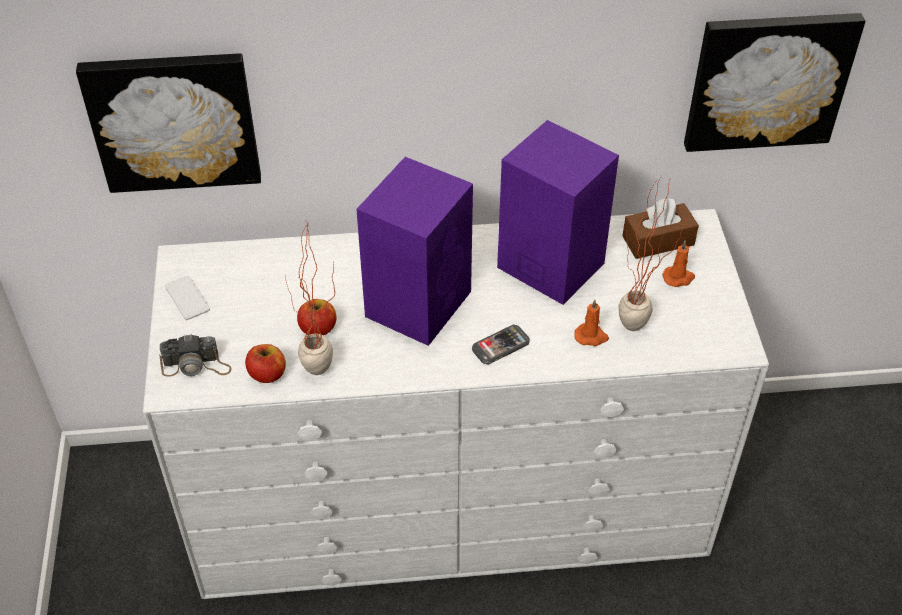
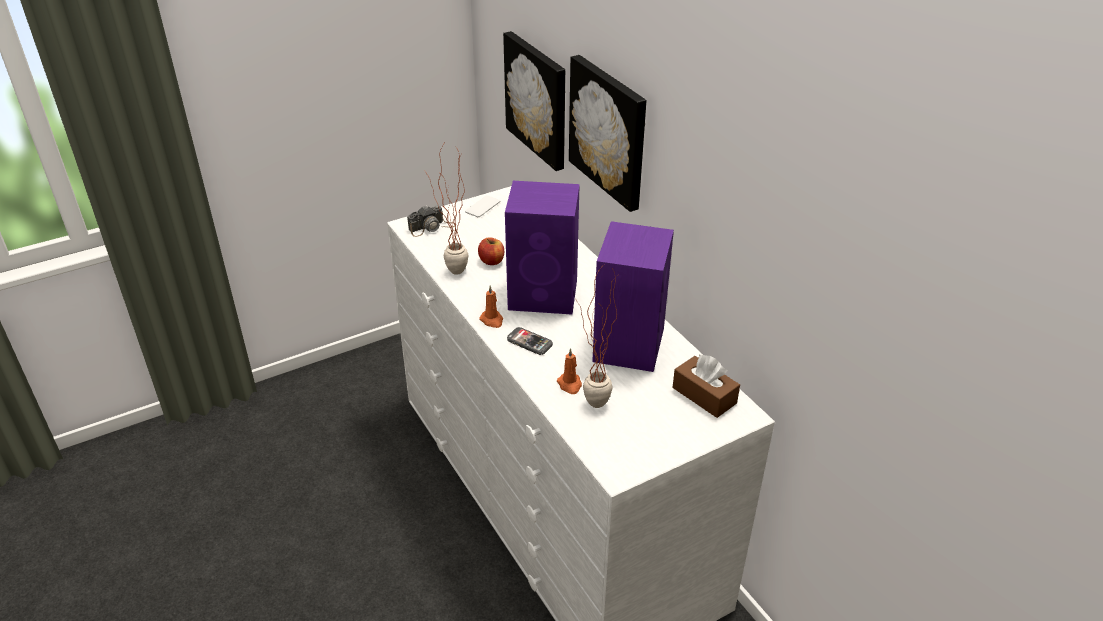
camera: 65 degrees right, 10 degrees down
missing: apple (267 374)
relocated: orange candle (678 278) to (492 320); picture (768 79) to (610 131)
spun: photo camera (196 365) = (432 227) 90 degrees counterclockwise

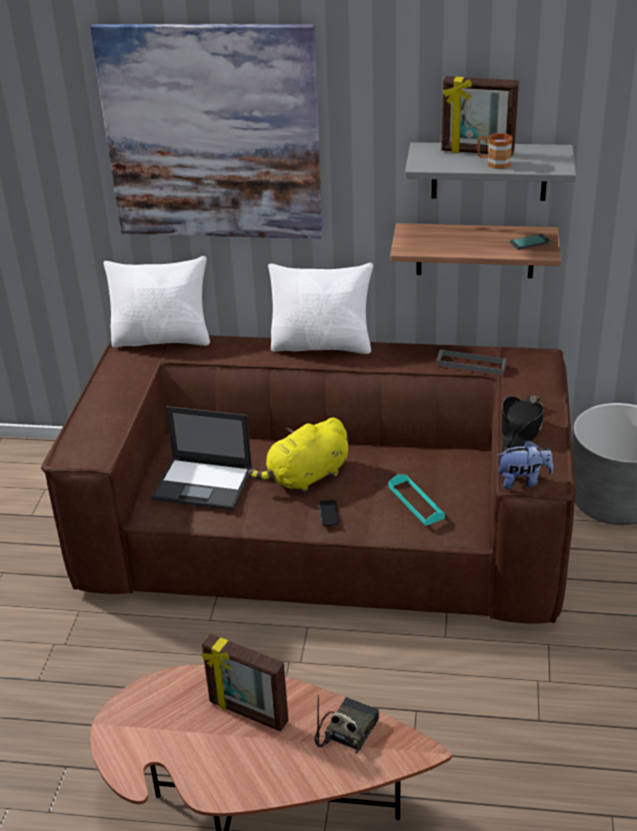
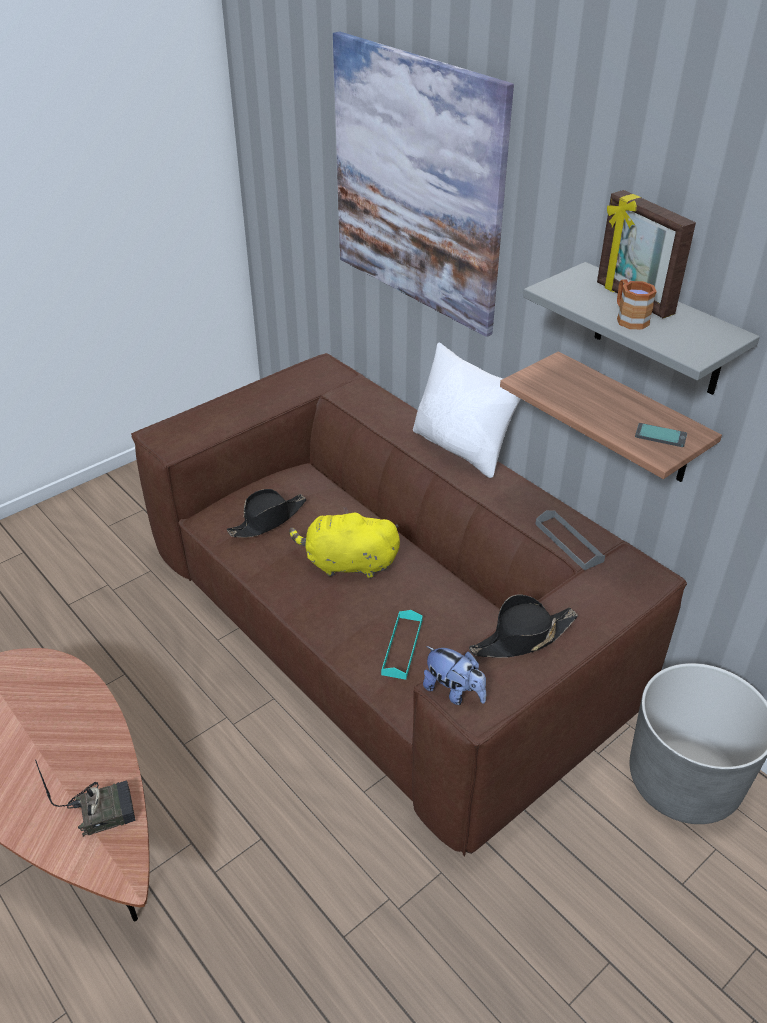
camera: 40 degrees right, 5 degrees up
missing: white pillow (163 339); picture frame (247 713); phone (329 513)
exchanged: laptop (204 484) to black hat (268 520)

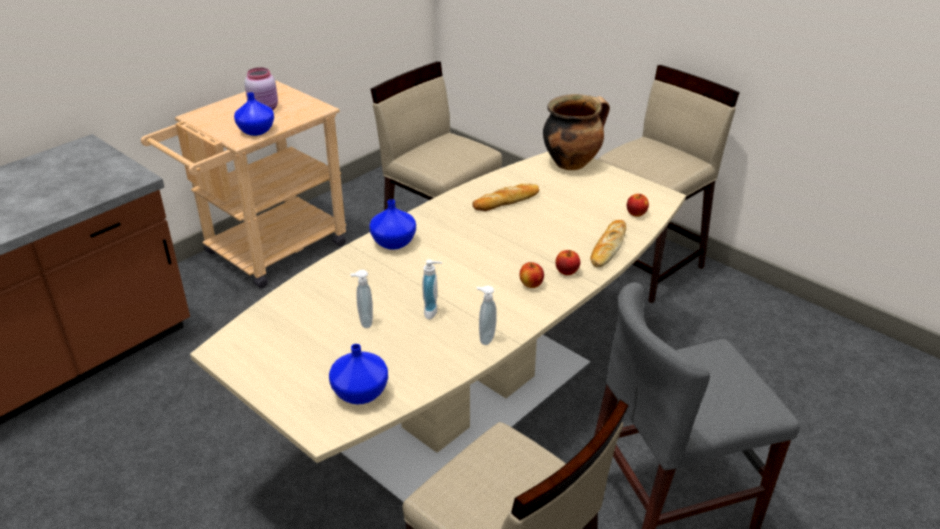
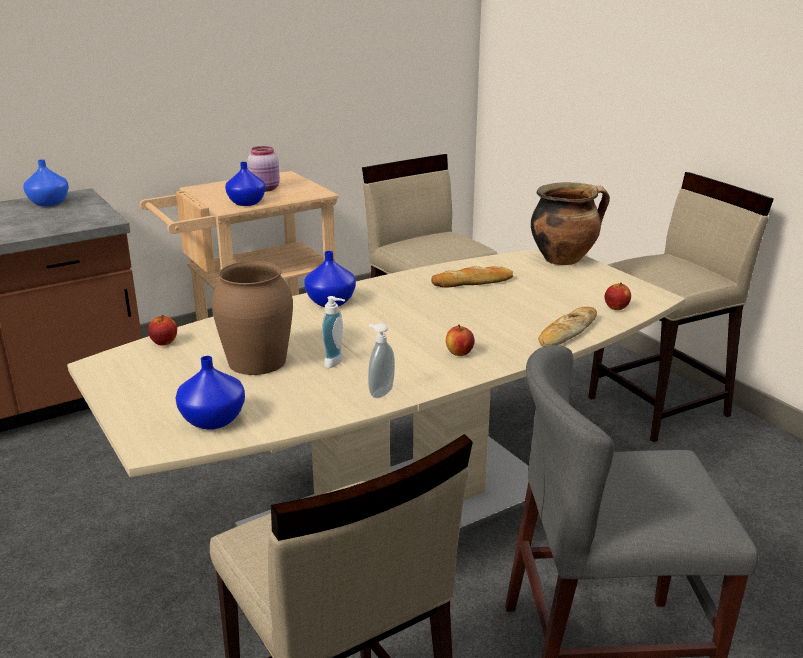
camera: 15 degrees right, 10 degrees down
appeared: blue vase (48 203)
relocated: apple (566 272) to (164 342)
exchanged: soap dispenser (364 322) to brown vase (257 361)

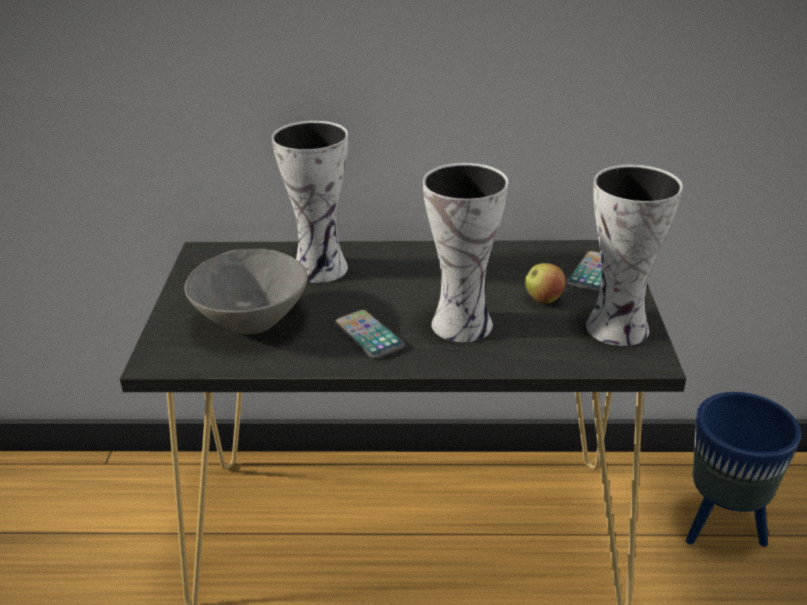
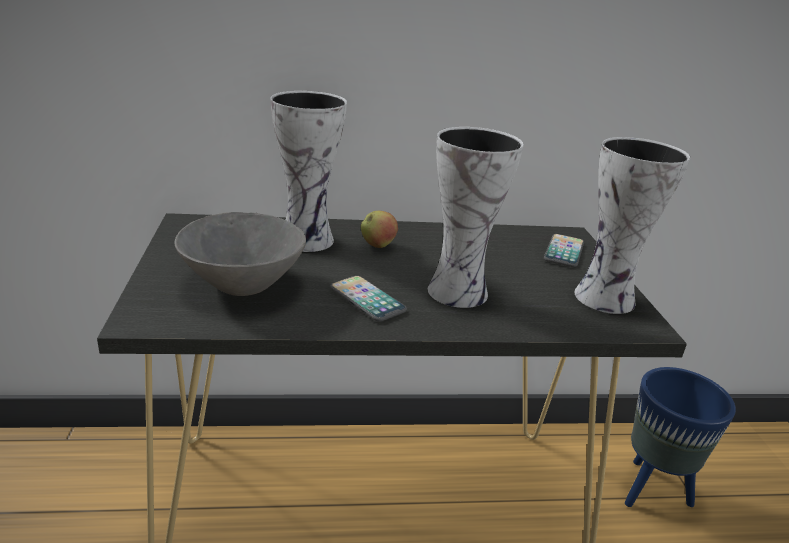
camera: 10 degrees left, 5 degrees down
relocated: apple (543 300) to (378 246)

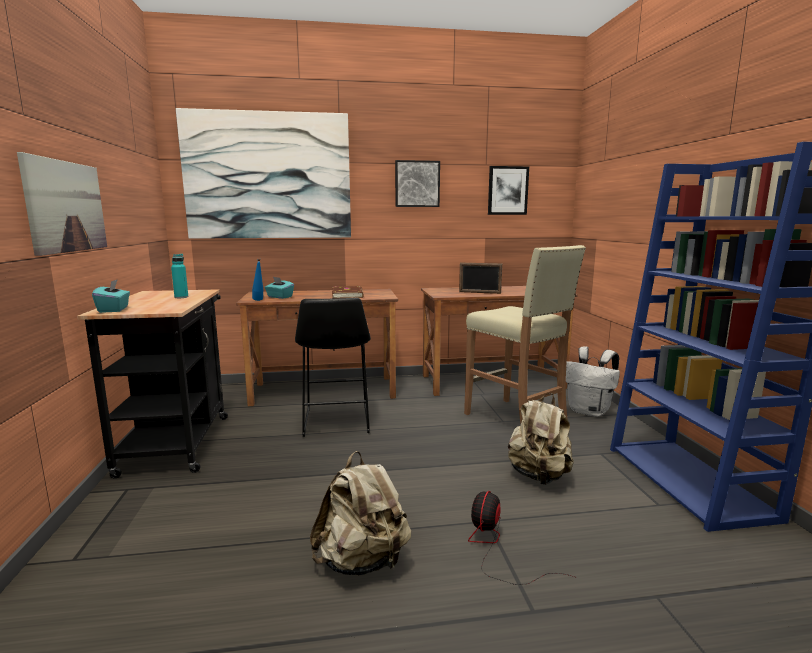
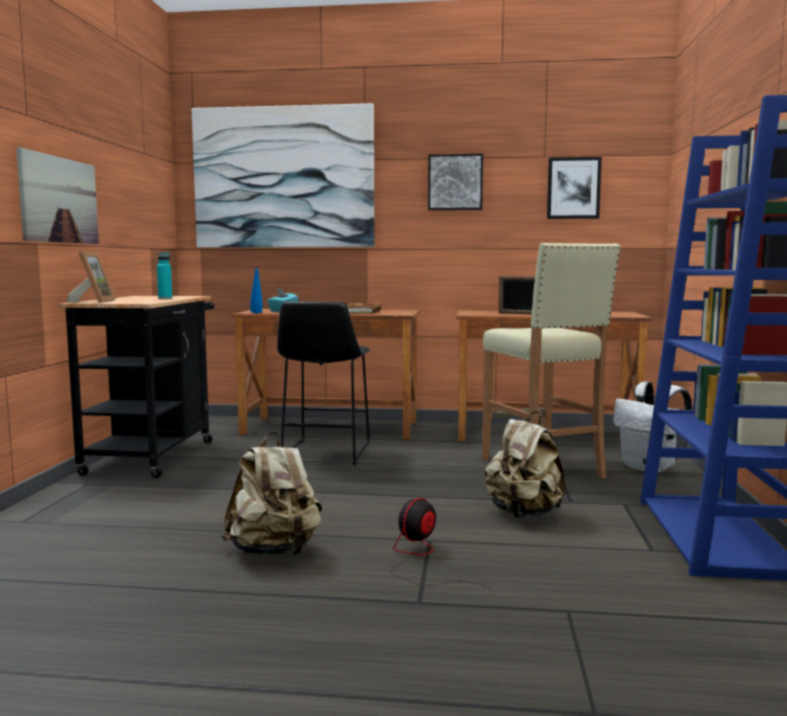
camera: 15 degrees right, 5 degrees down
exchanged: turquoise tissue box (114 309) to picture frame (93 301)

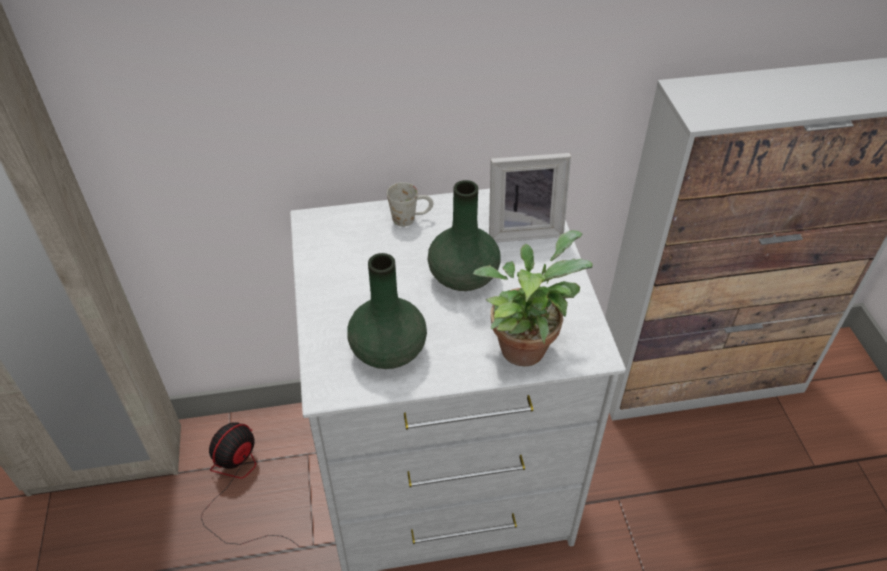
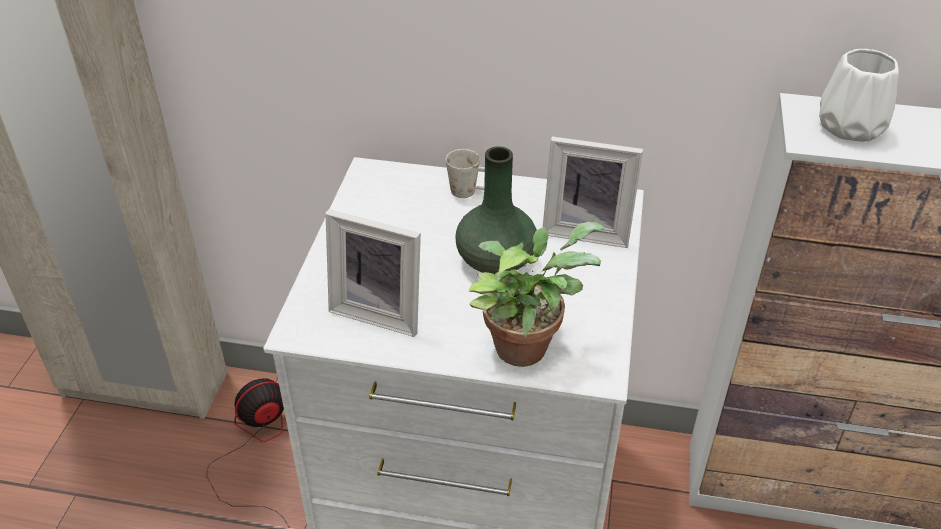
camera: 20 degrees right, 5 degrees down
appeared: white vase (851 127)
exchanged: green vase (389 349) to picture frame (380 311)

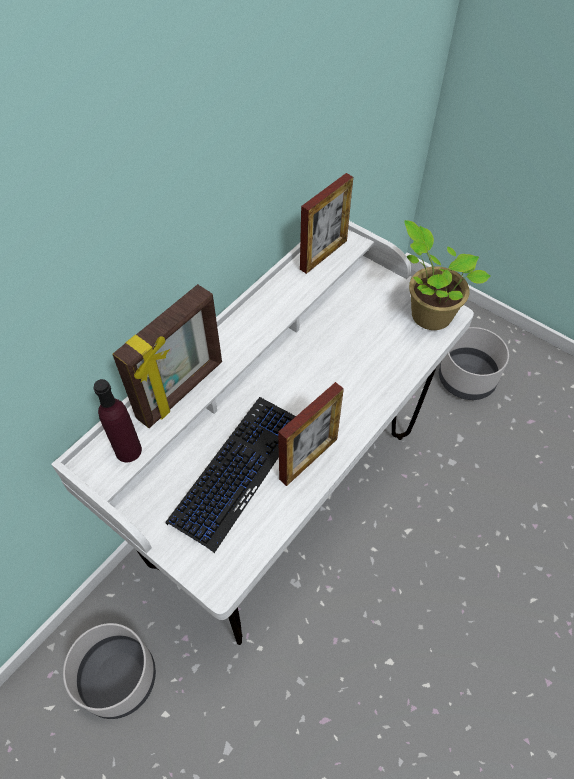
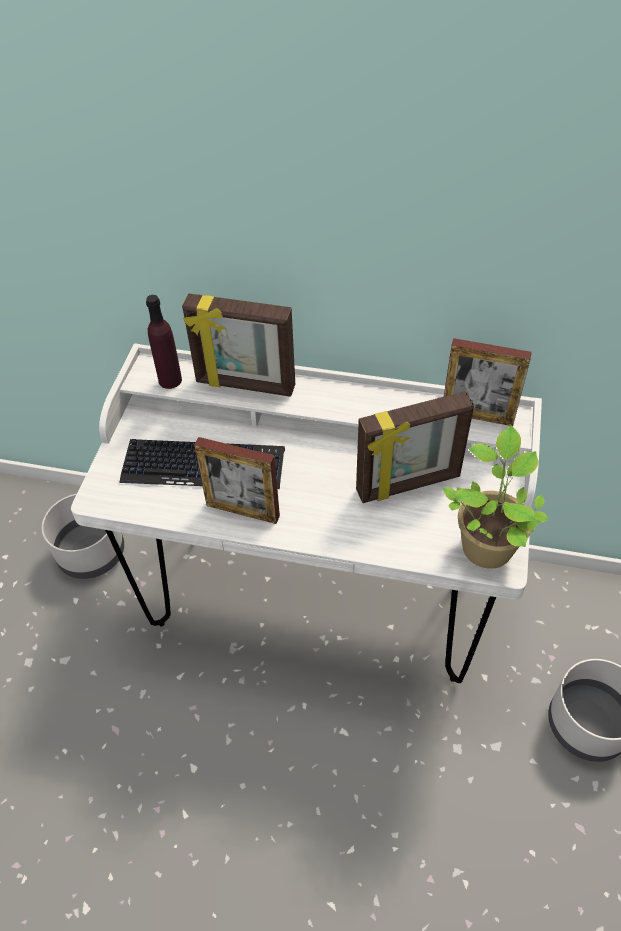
camera: 65 degrees right, 5 degrees down
appeared: picture frame (408 485)

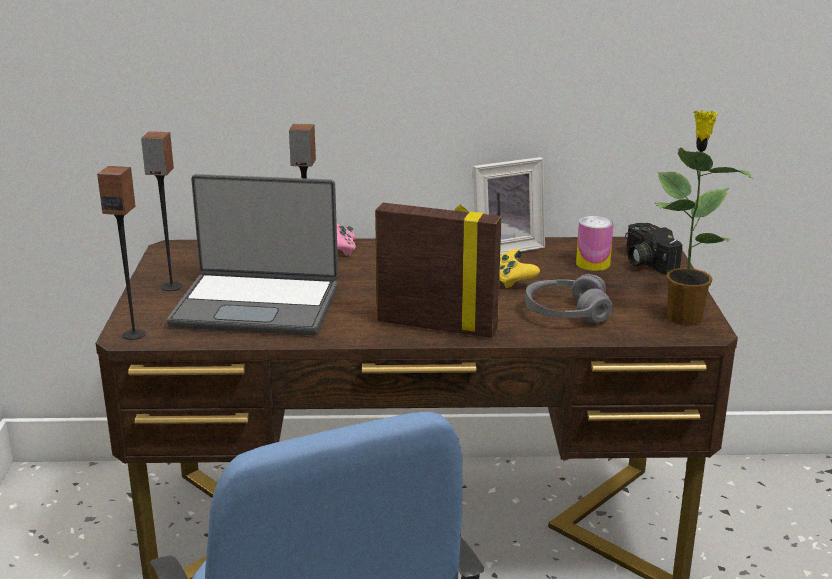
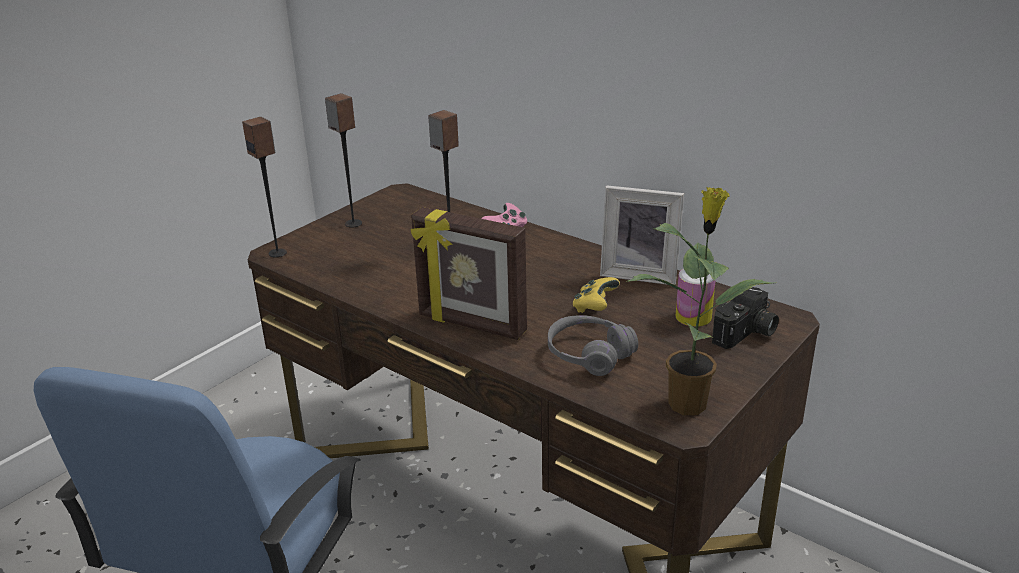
camera: 40 degrees right, 5 degrees up
missing: laptop (257 305)
spun: picture frame (437 325) = (471 325) 150 degrees clockwise; photo camera (645 262) = (746 334) 150 degrees counterclockwise

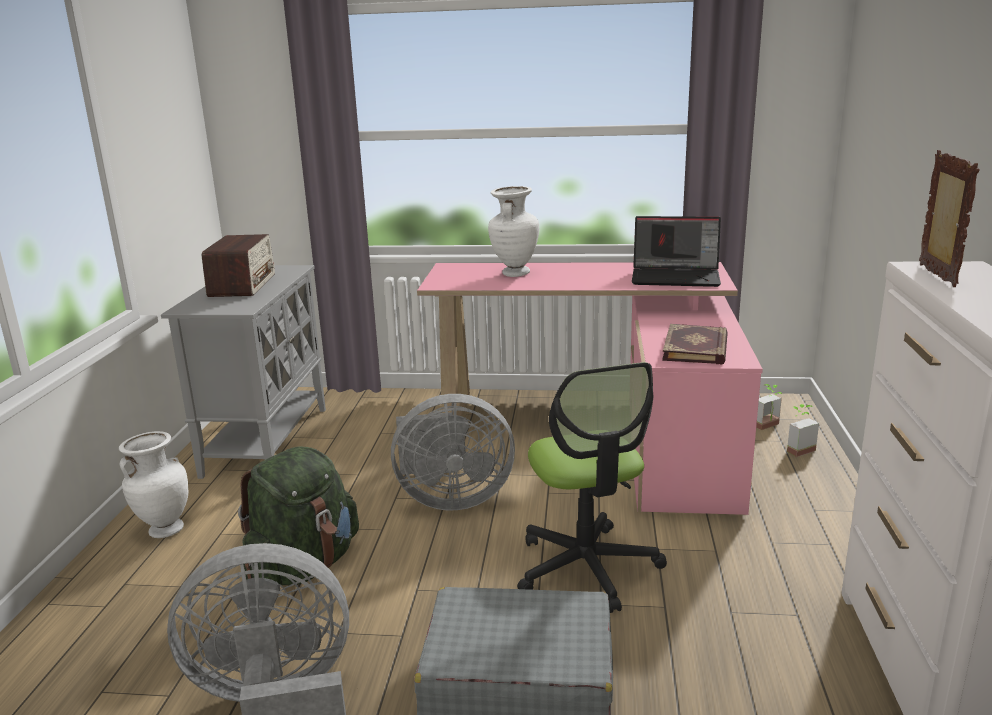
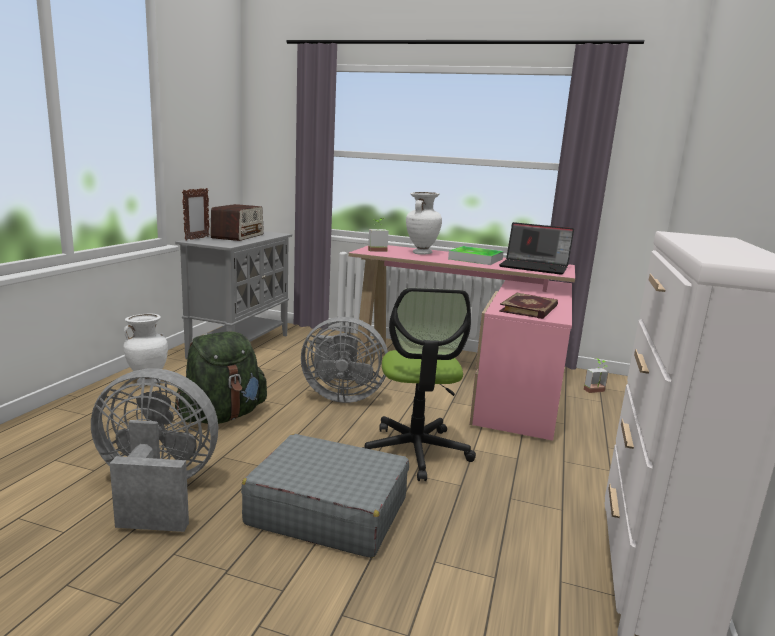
camera: 10 degrees right, 5 degrees down
appeared: tray (475 259)
relocated: potted plant (797 449) to (376 250); picture frame (936 276) to (197 238)

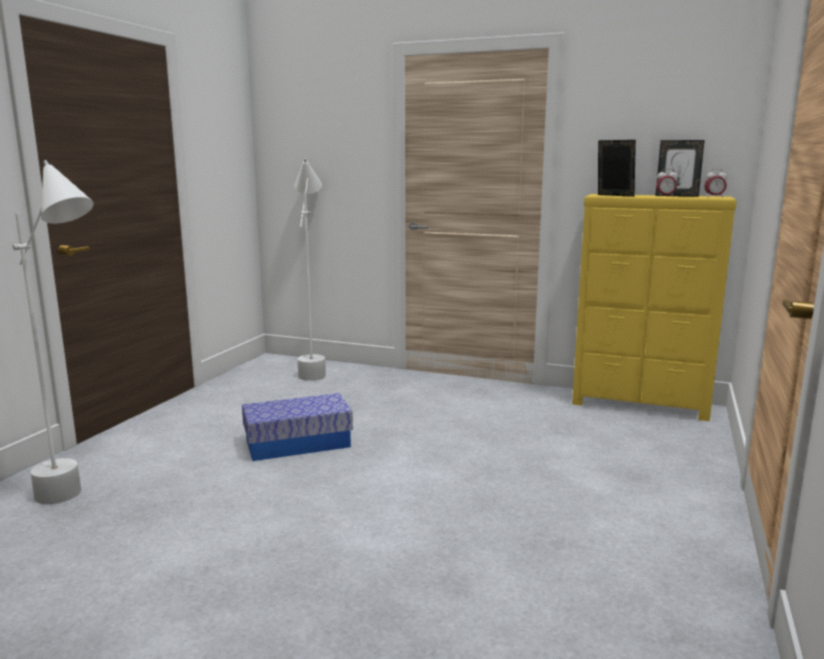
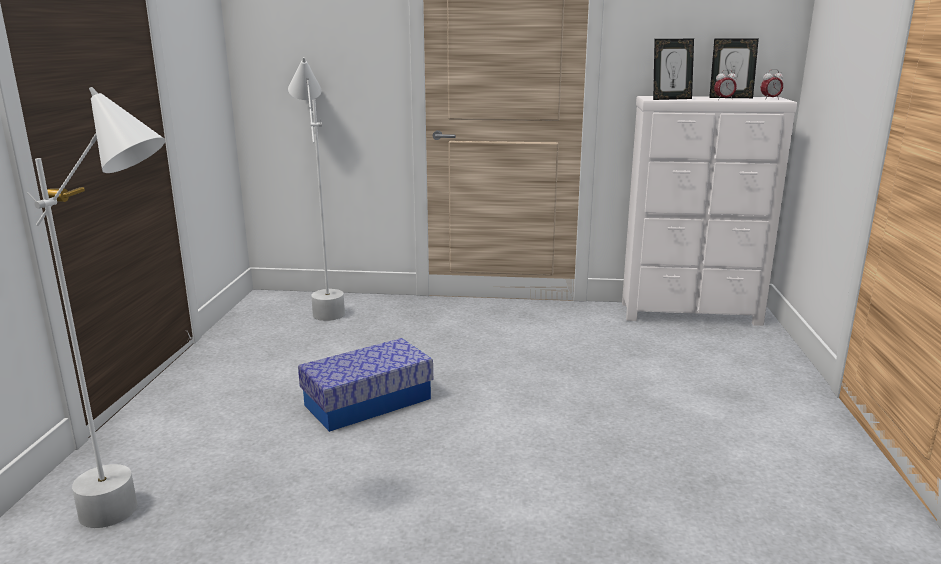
camera: 15 degrees left, 5 degrees up
colour: yellow dresser (640 405) to white dresser (691 314)
spun: picture frame (614 195) = (670 99) 135 degrees clockwise

